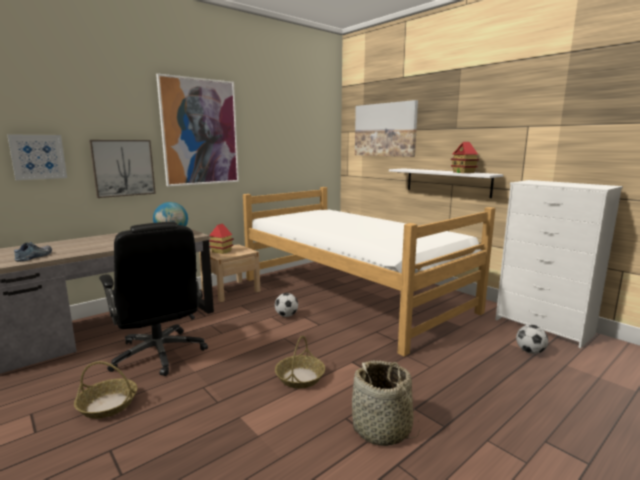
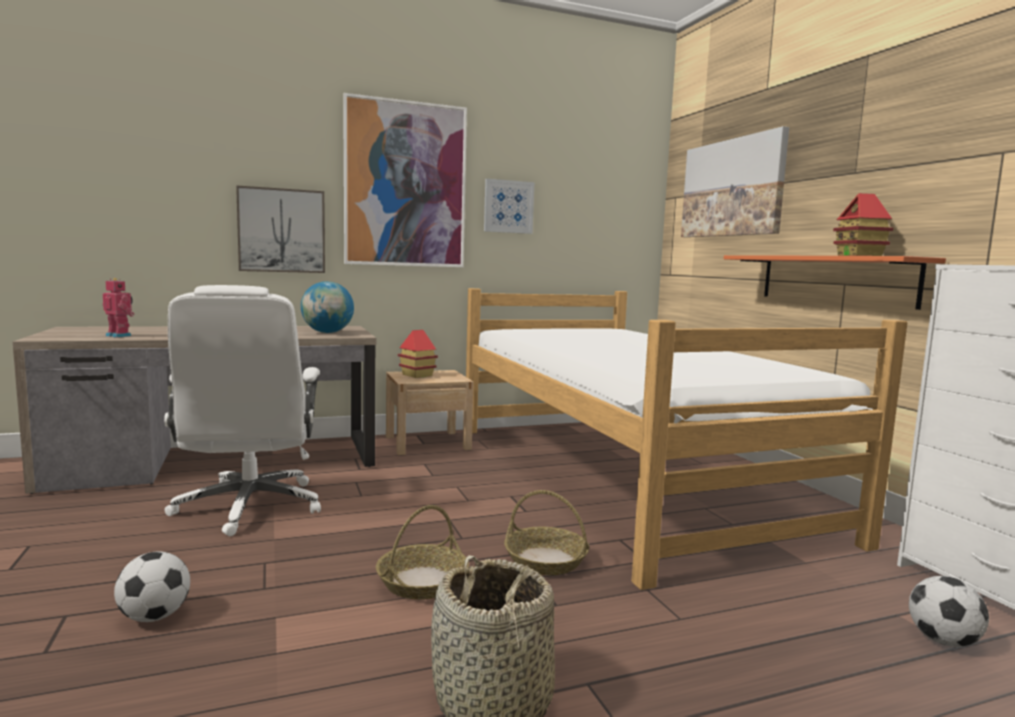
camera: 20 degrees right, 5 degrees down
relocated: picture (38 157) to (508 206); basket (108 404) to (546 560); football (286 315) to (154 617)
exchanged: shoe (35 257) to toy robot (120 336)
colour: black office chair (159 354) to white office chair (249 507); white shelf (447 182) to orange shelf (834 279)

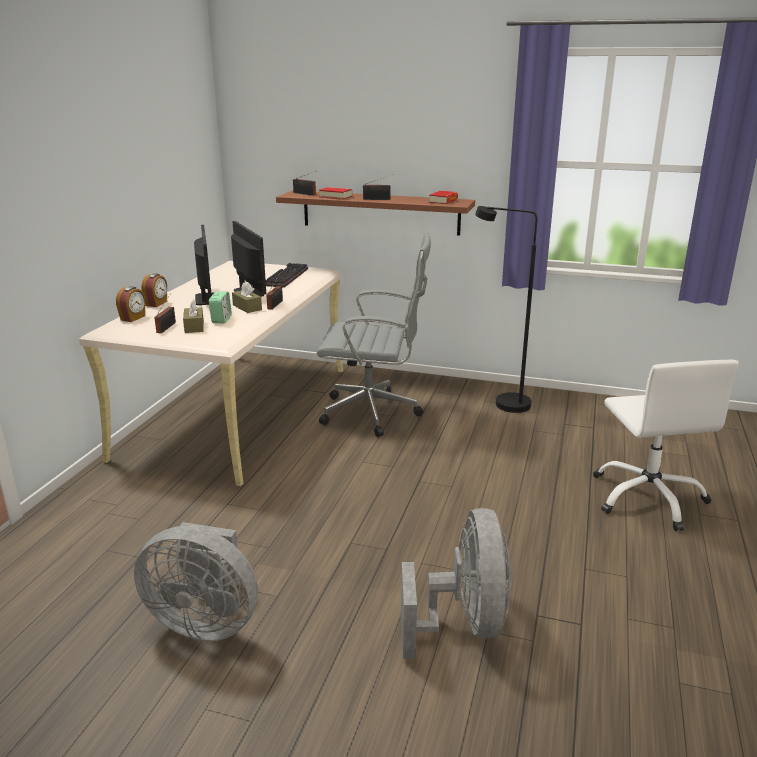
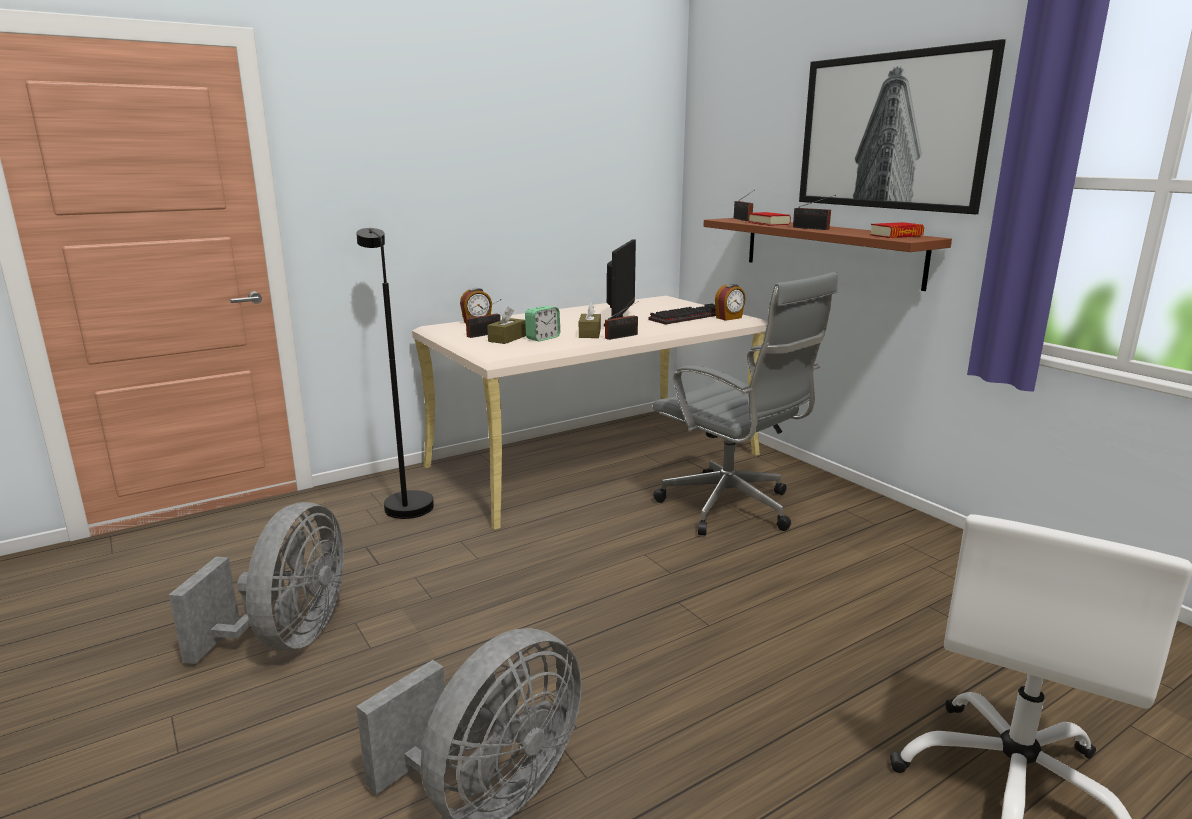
camera: 40 degrees right, 5 degrees down
missing: monitor (207 299)
appeared: picture (889 132)
relocated: alarm clock (157 303) to (729 318); black floor lamp (502 403) to (404 502)
spun: grey fan (205 621) = (287 637) 135 degrees counterclockwise

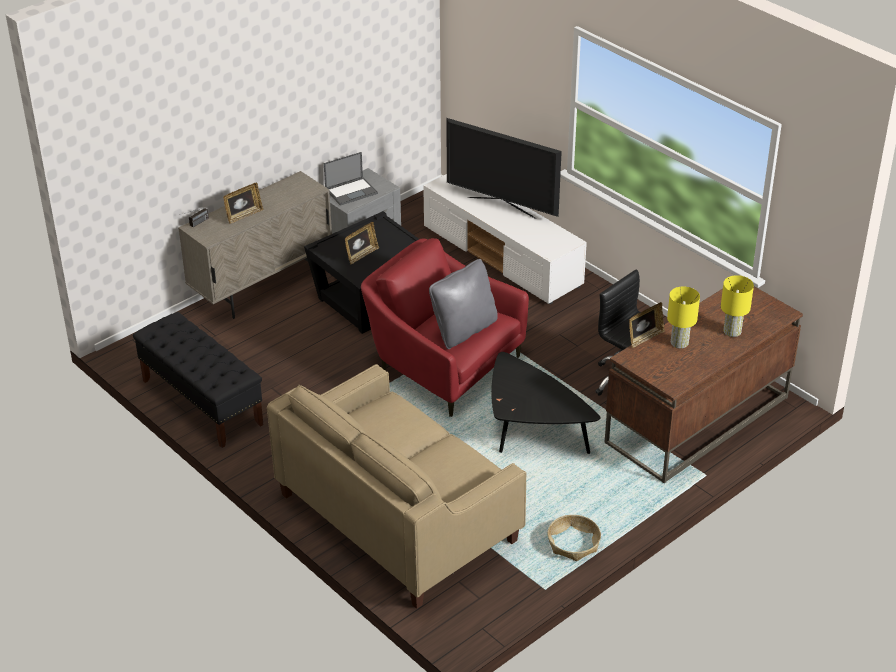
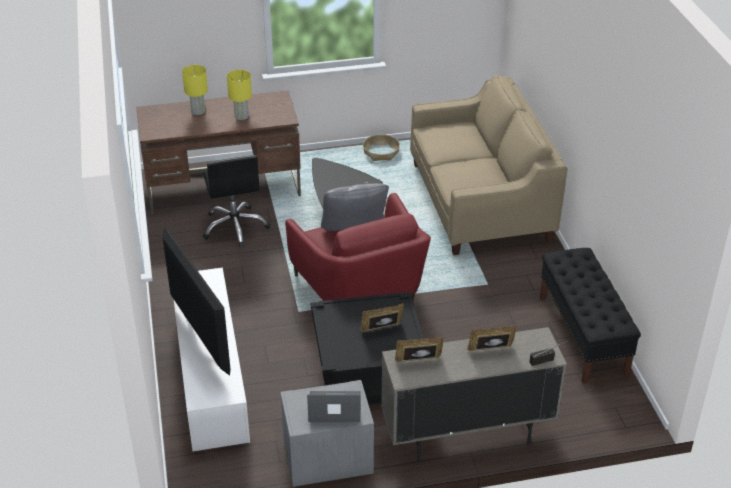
camera: 150 degrees left, 0 degrees up
relocated: picture frame (644 338) to (418 362)

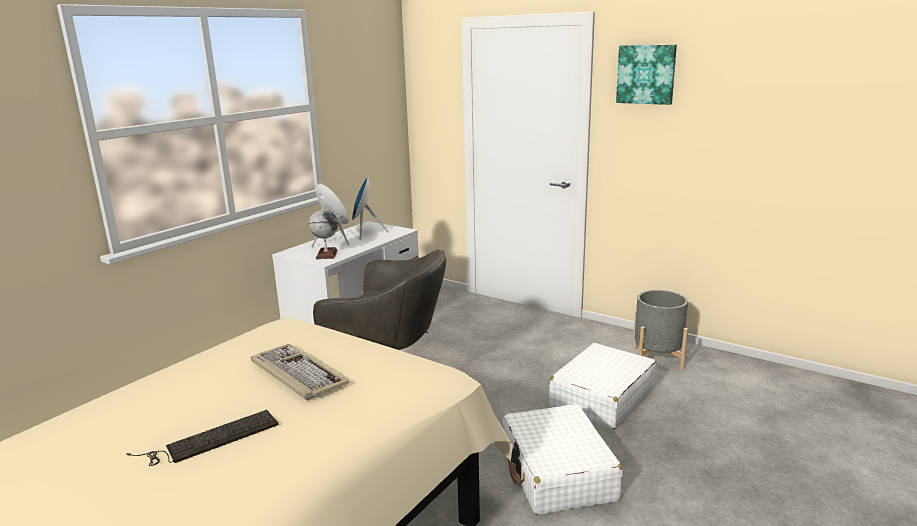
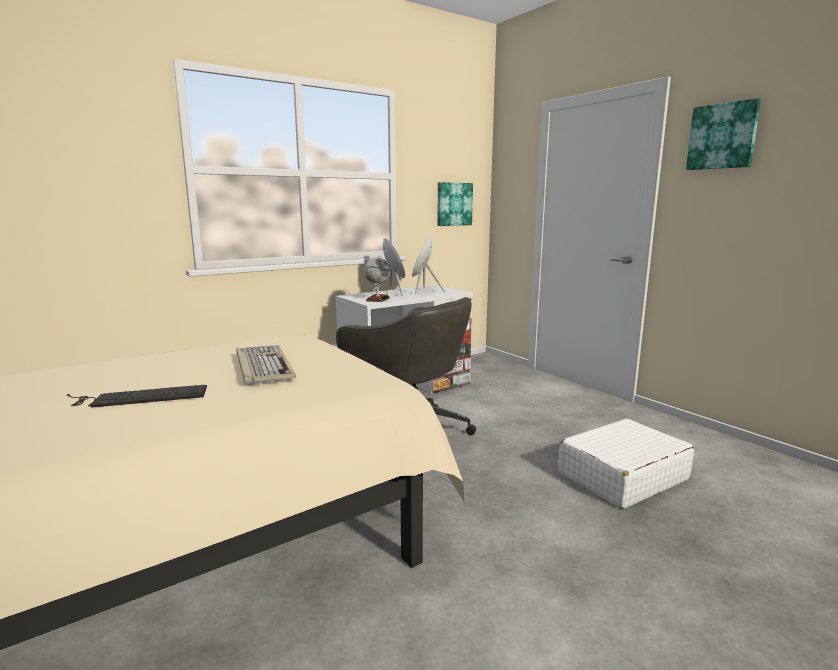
camera: 20 degrees right, 5 degrees down
missing: white suitcase (557 473); grey planter (657 358)
appeared: picture (453 204)

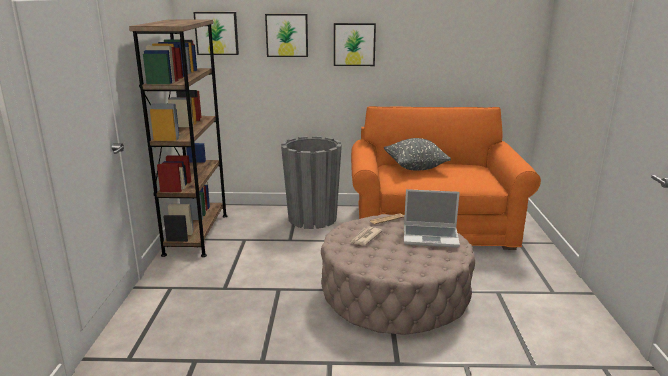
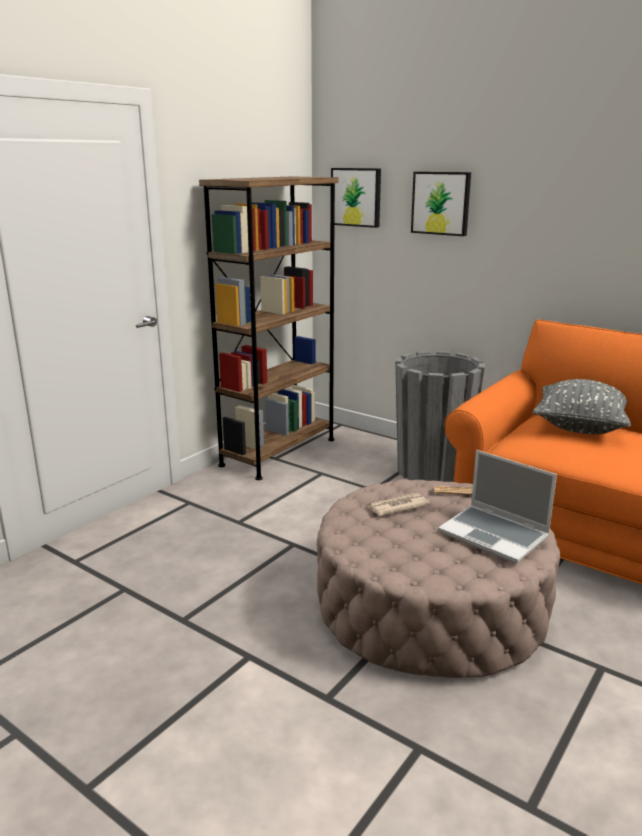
camera: 35 degrees right, 0 degrees up
missing: picture (354 44)

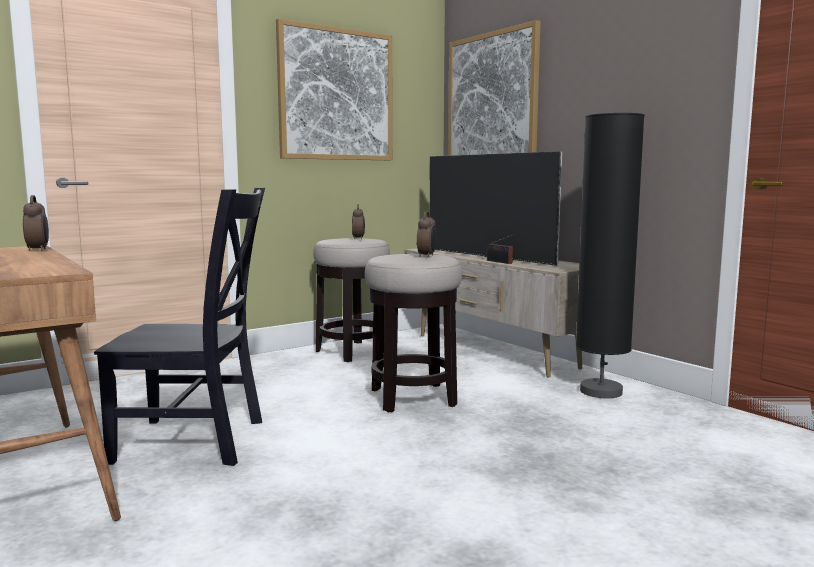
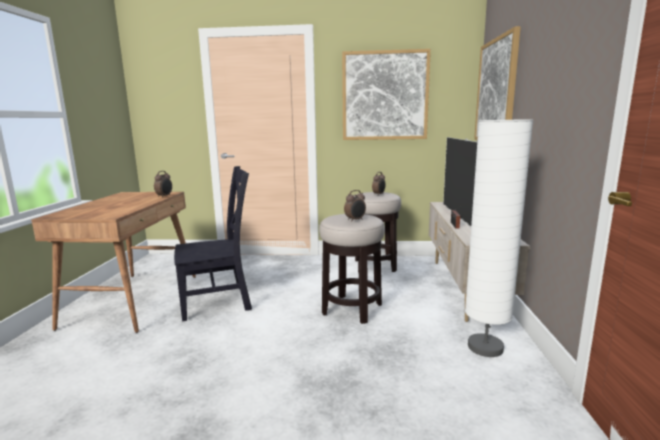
camera: 40 degrees right, 5 degrees up
colour: black floor lamp (601 391) to white floor lamp (485 347)
spun: black chair (197 441) = (219 302) 60 degrees counterclockwise

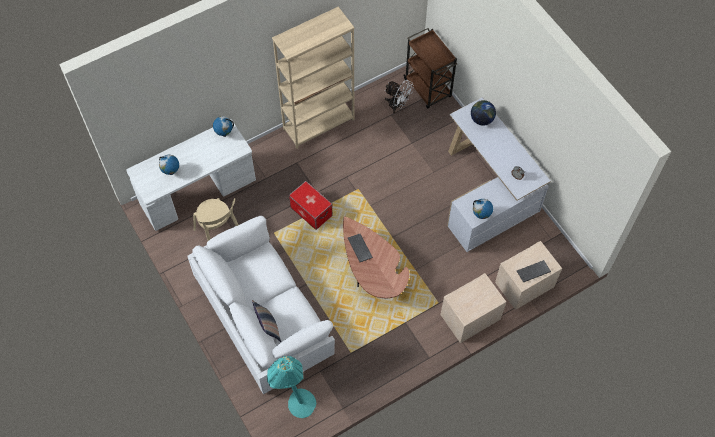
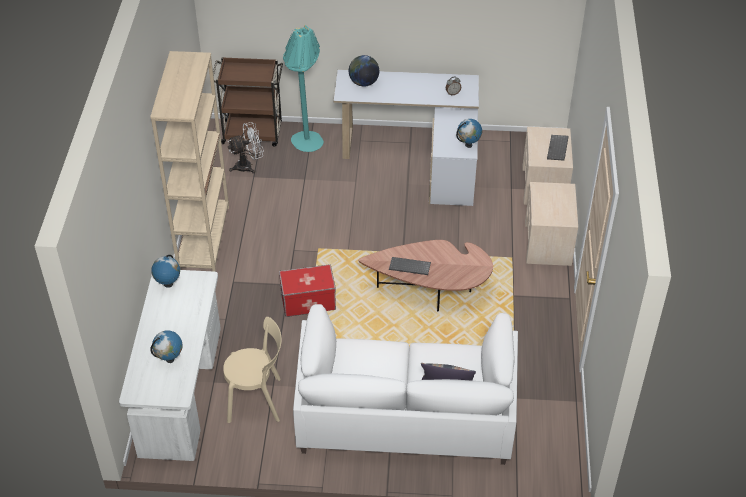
camera: 55 degrees left, 15 degrees down
relocated: turquoise floor lamp (295 406) to (306 147)

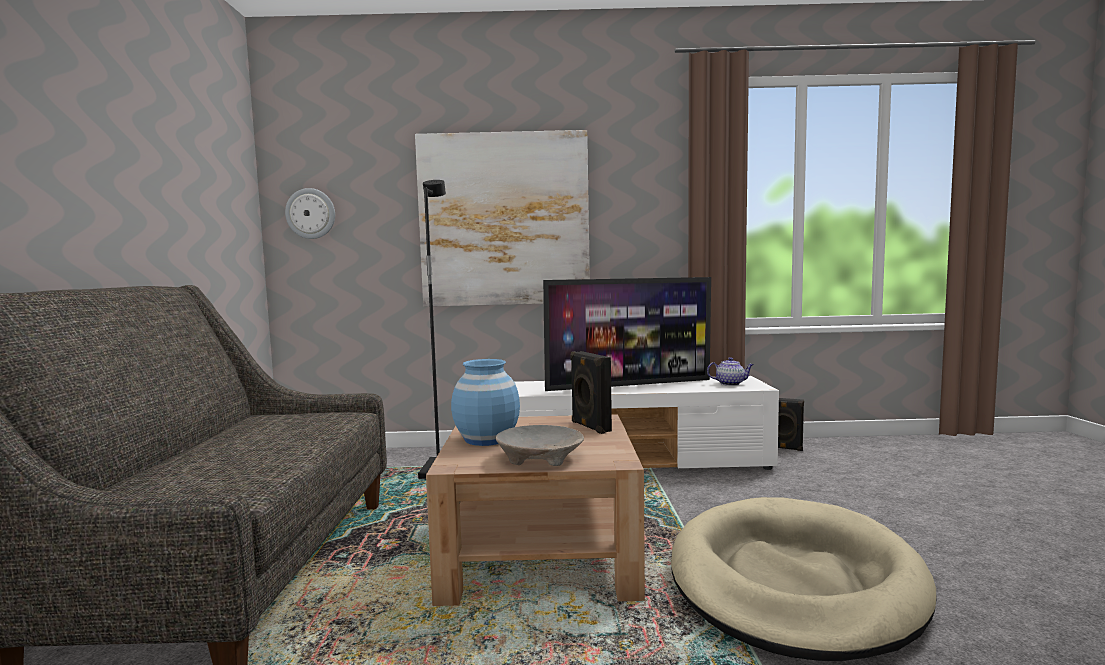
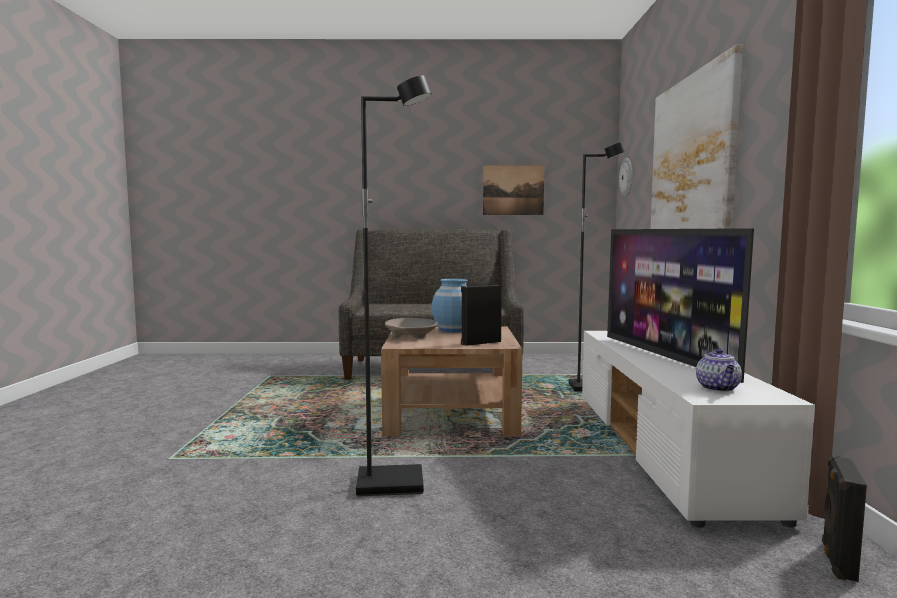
camera: 90 degrees right, 0 degrees up
appeared: picture (513 190)
exchanged: beige dog bed (793 581) to black floor lamp (391 483)

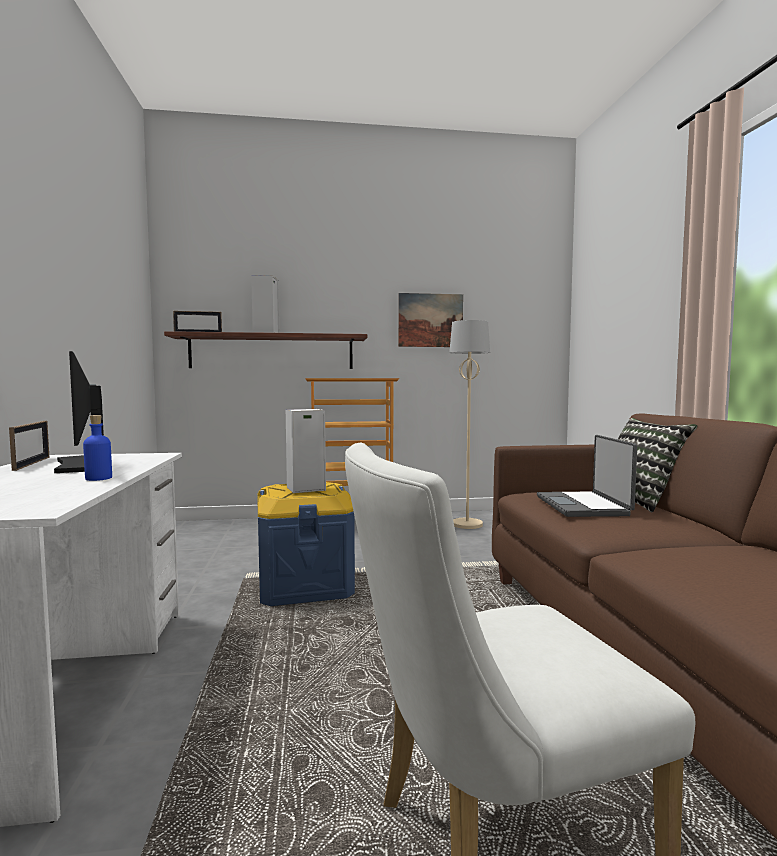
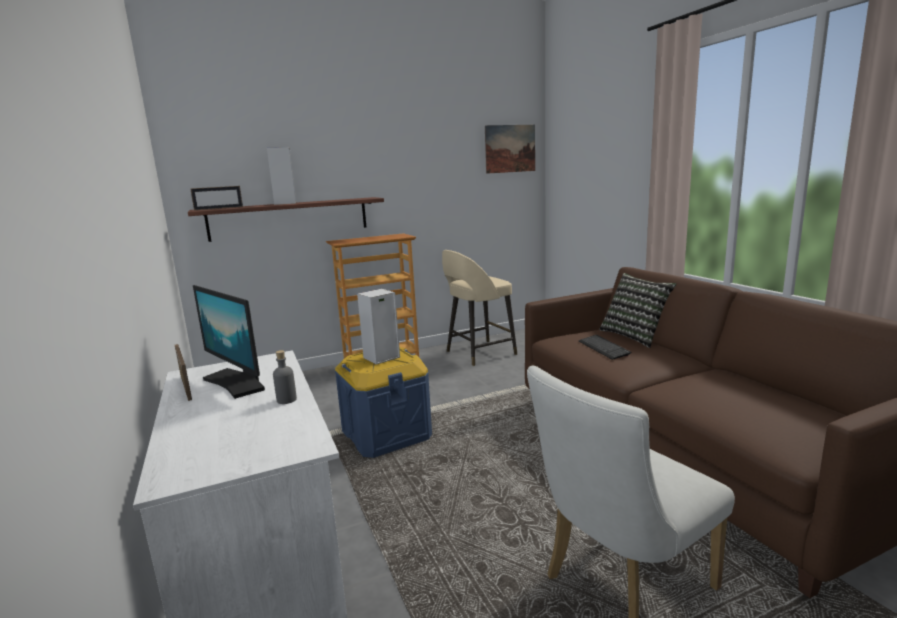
camera: 15 degrees left, 10 degrees up
relocated: picture (430 320) to (510 148)
exchanged: beige floor lamp (466 524) to beige stool (479 353); laptop (583 506) to keyboard (603 348)
colour: blue bottle (98 478) to grey bottle (286 400)

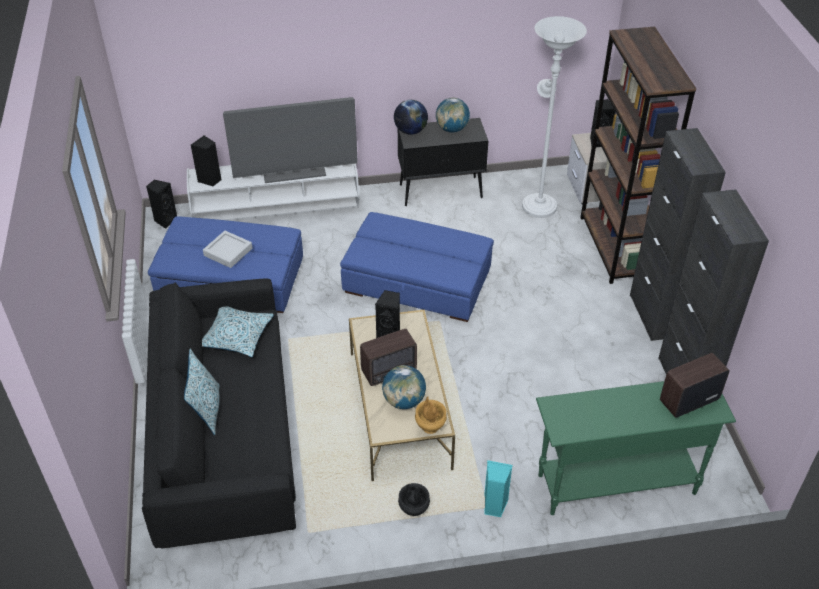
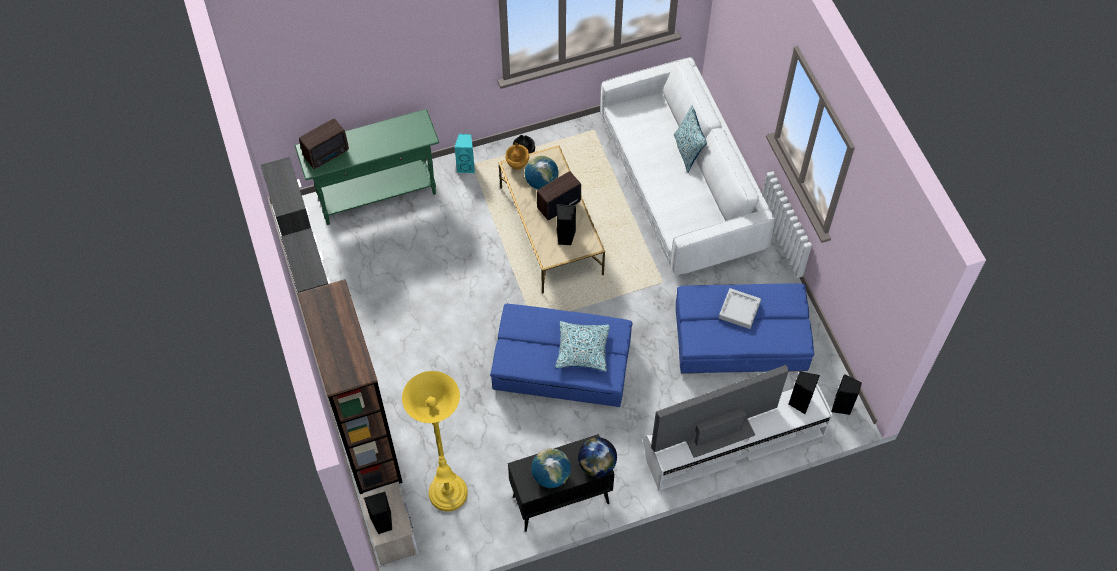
camera: 170 degrees right, 15 degrees up
relocated: pillow (237 336) to (582 350)
colour: black sofa (226 436) to white sofa (679 188); white floor lamp (538 203) to yellow floor lamp (449 498)

